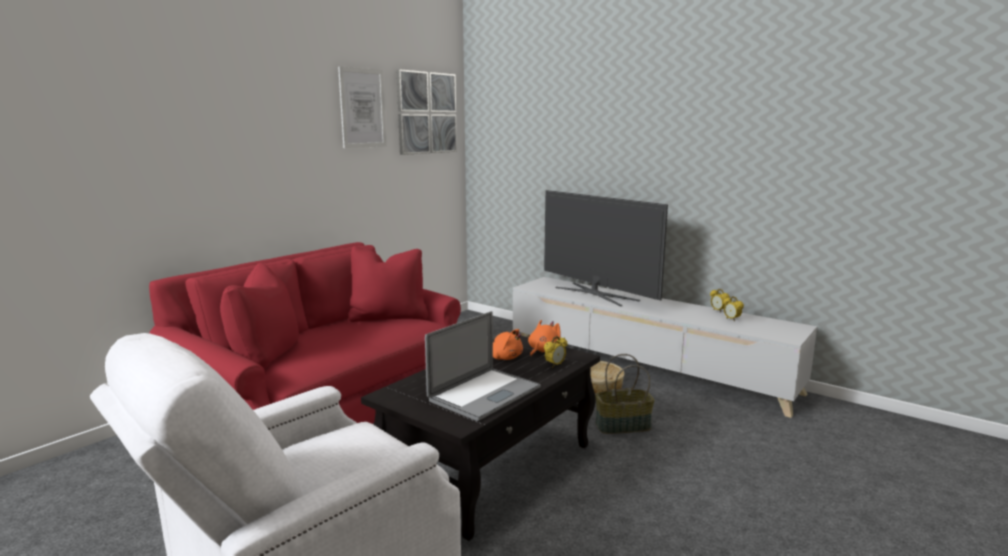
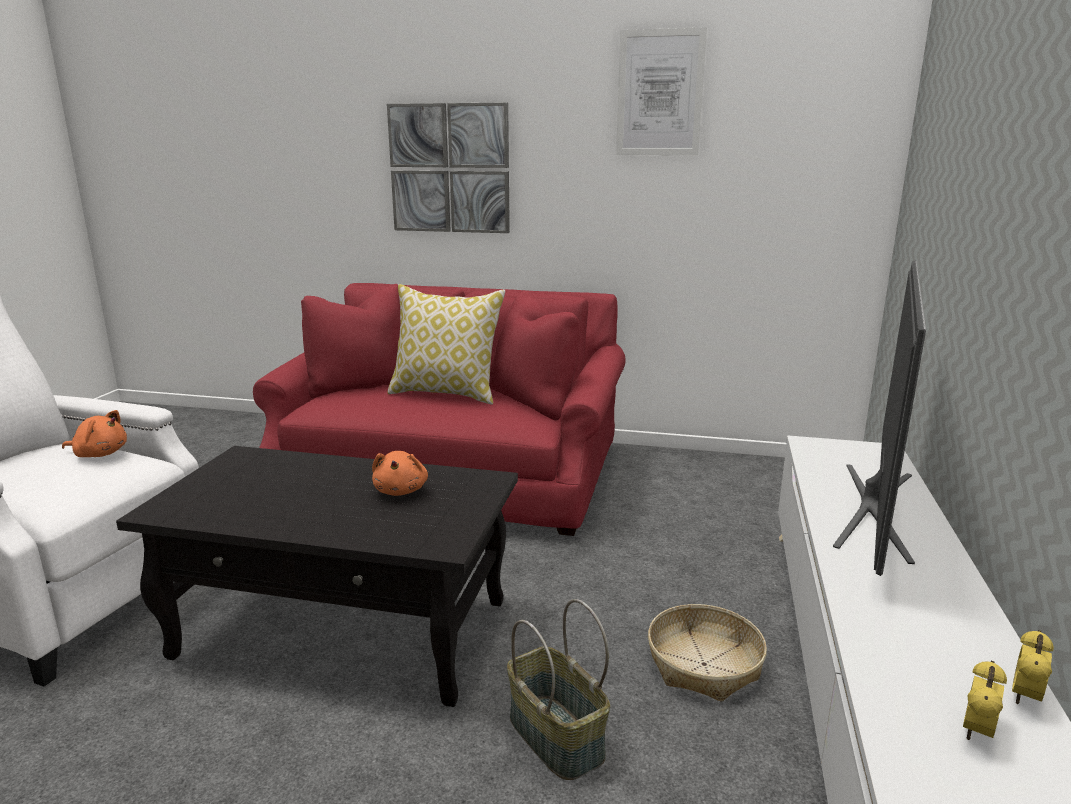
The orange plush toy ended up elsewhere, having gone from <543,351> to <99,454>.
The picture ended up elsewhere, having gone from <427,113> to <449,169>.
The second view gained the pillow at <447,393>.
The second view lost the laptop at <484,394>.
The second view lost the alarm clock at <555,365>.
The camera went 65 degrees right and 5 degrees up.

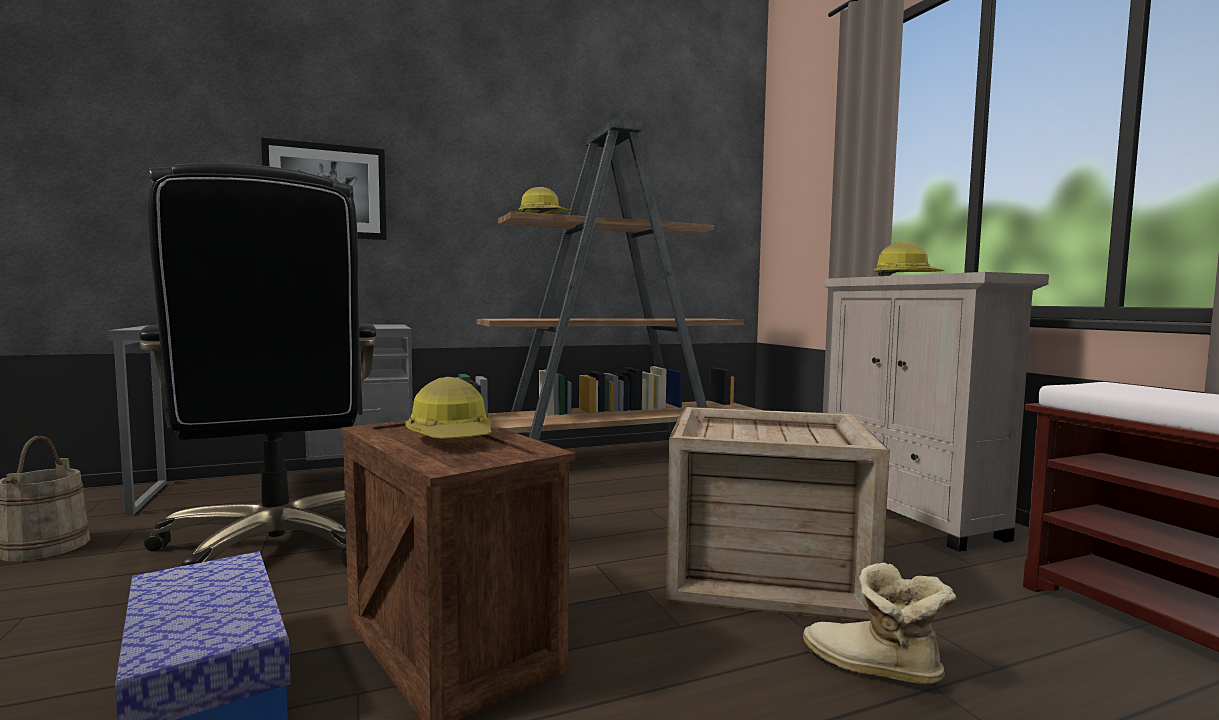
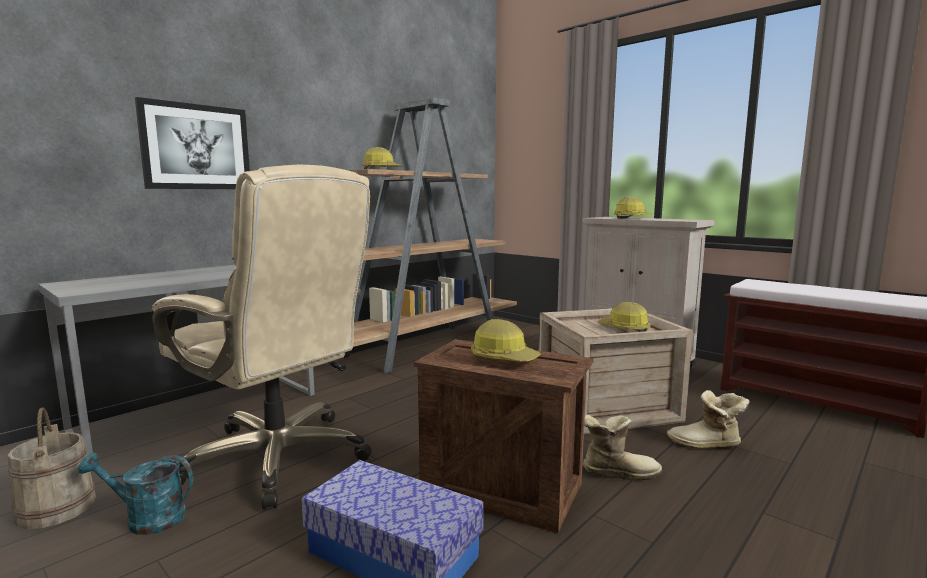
The second view gained the turquoise watering can at <146,519>.
What was the black office chair at <277,544> turned into the beige office chair at <277,457>.
The second view gained the boot at <617,471>.
The second view gained the hard hat at <624,328>.
The camera went 25 degrees left and 5 degrees up.

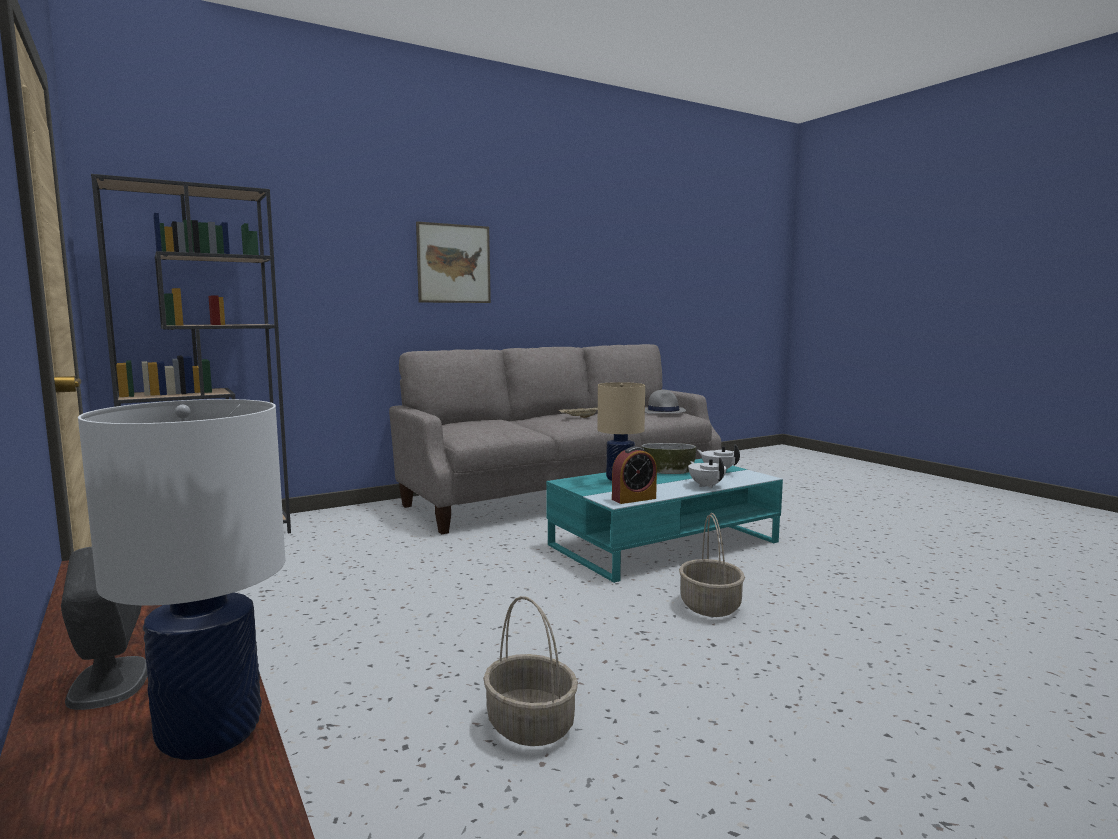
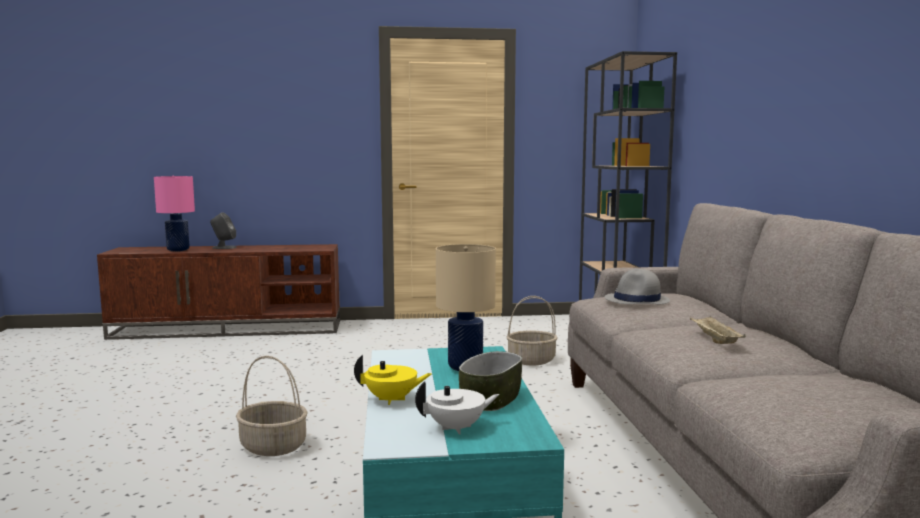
What was the white table lamp at <212,739> turned into the pink table lamp at <178,251>.
What was the white teapot at <706,485> turned into the yellow teapot at <392,400>.
The basket ended up elsewhere, having gone from <529,725> to <531,360>.
The grey hat ended up elsewhere, having gone from <663,411> to <637,300>.
The second view lost the picture at <454,263>.
The second view lost the alarm clock at <634,499>.
The camera went 115 degrees right and 0 degrees up.

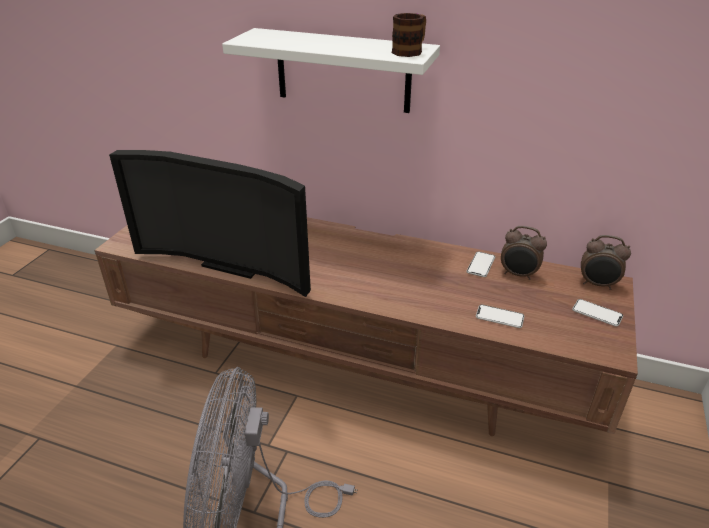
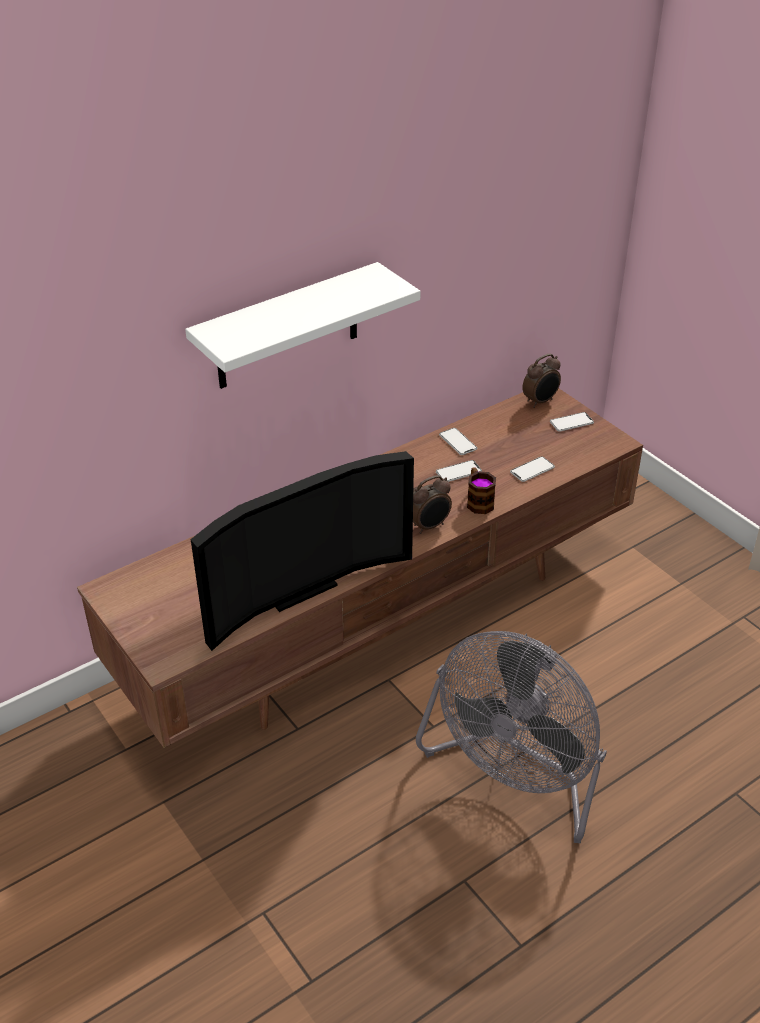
The alarm clock ended up elsewhere, having gone from <518,275> to <429,526>.
The second view gained the phone at <458,472>.
The mug ended up elsewhere, having gone from <410,51> to <478,501>.
The camera went 55 degrees left and 5 degrees up.

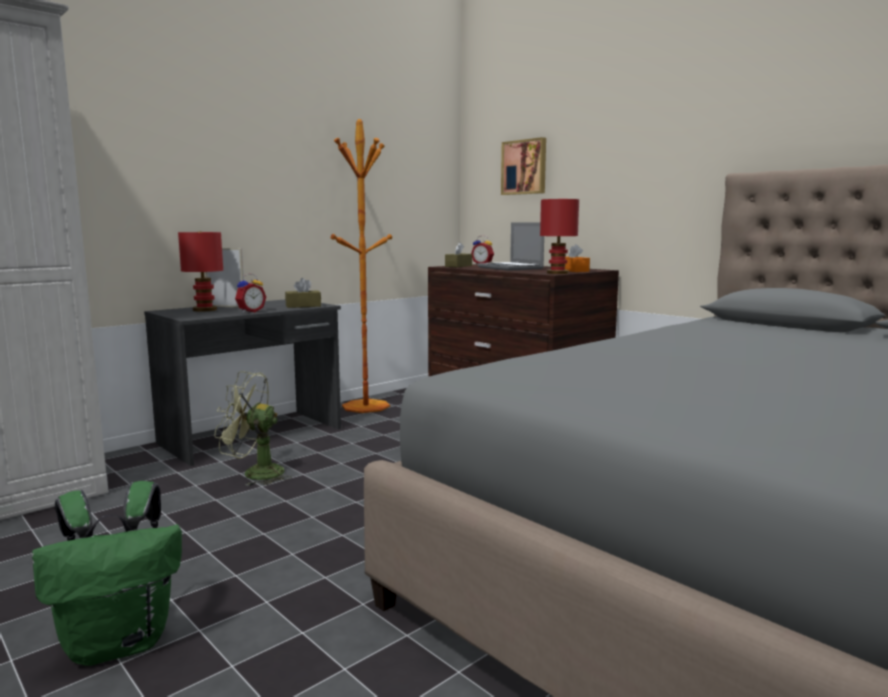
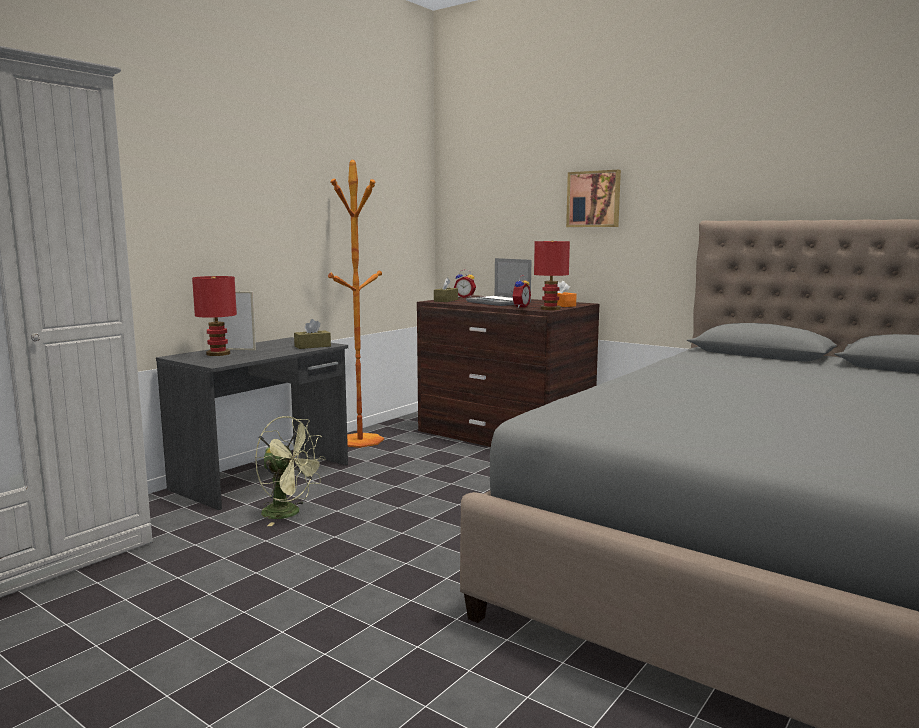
The green fan at <254,474> ended up facing another way, 150 degrees counterclockwise from before.
The alarm clock ended up elsewhere, having gone from <250,311> to <519,307>.
The picture ended up elsewhere, having gone from <524,167> to <594,199>.
The second view lost the green backpack at <120,643>.
The camera went 10 degrees left and 0 degrees up.

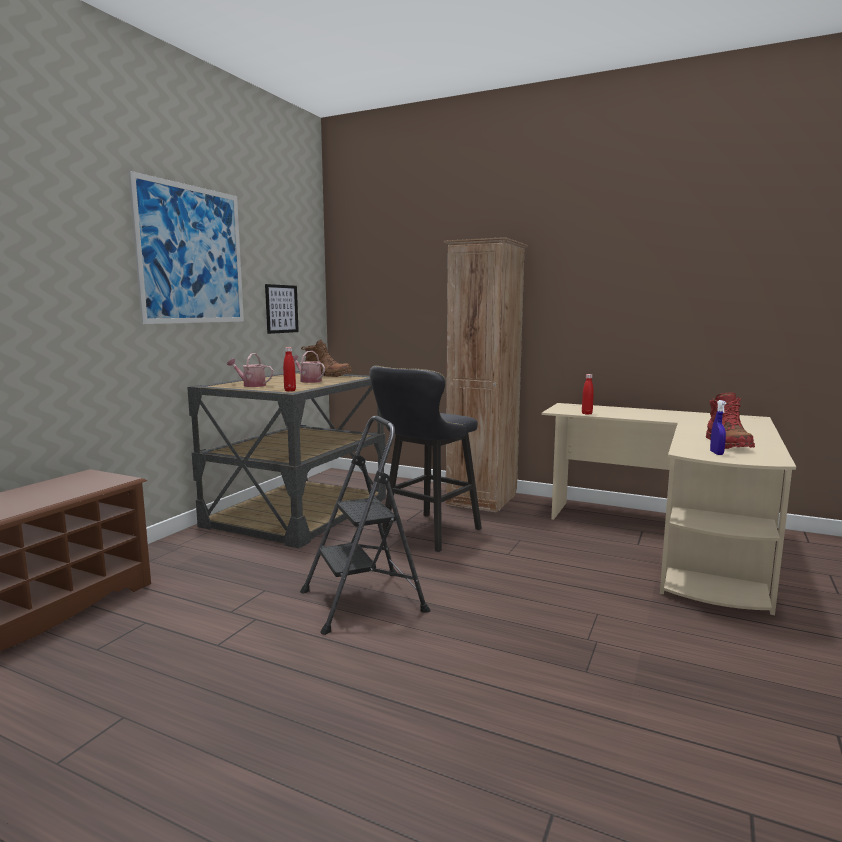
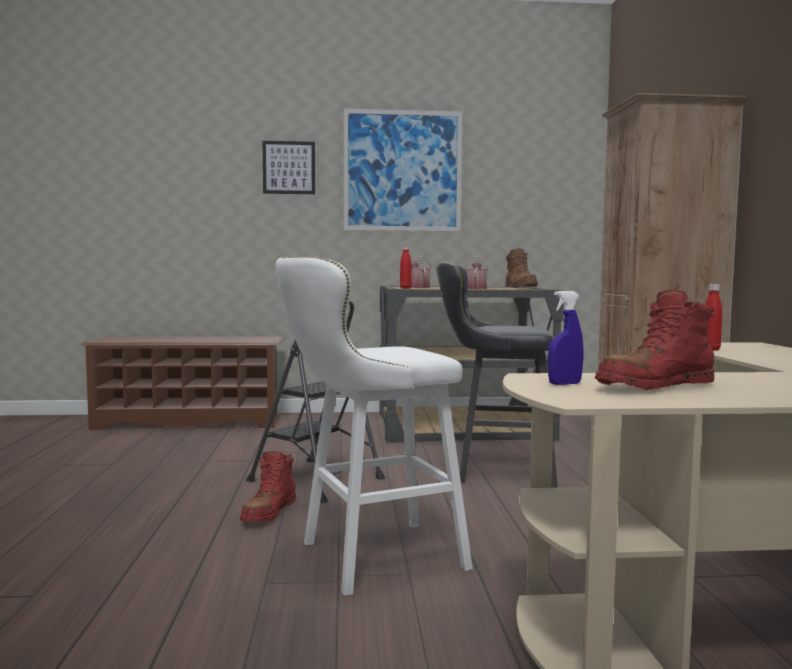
The second view gained the red boot at <269,512>.
The picture ended up elsewhere, having gone from <281,309> to <289,167>.
The second view gained the white stool at <364,559>.
The camera went 60 degrees right and 5 degrees down.

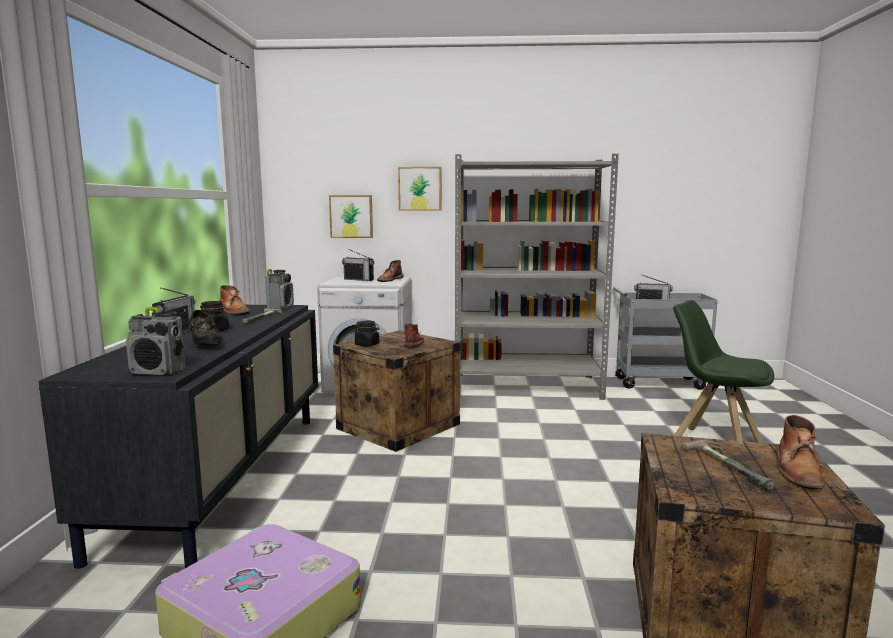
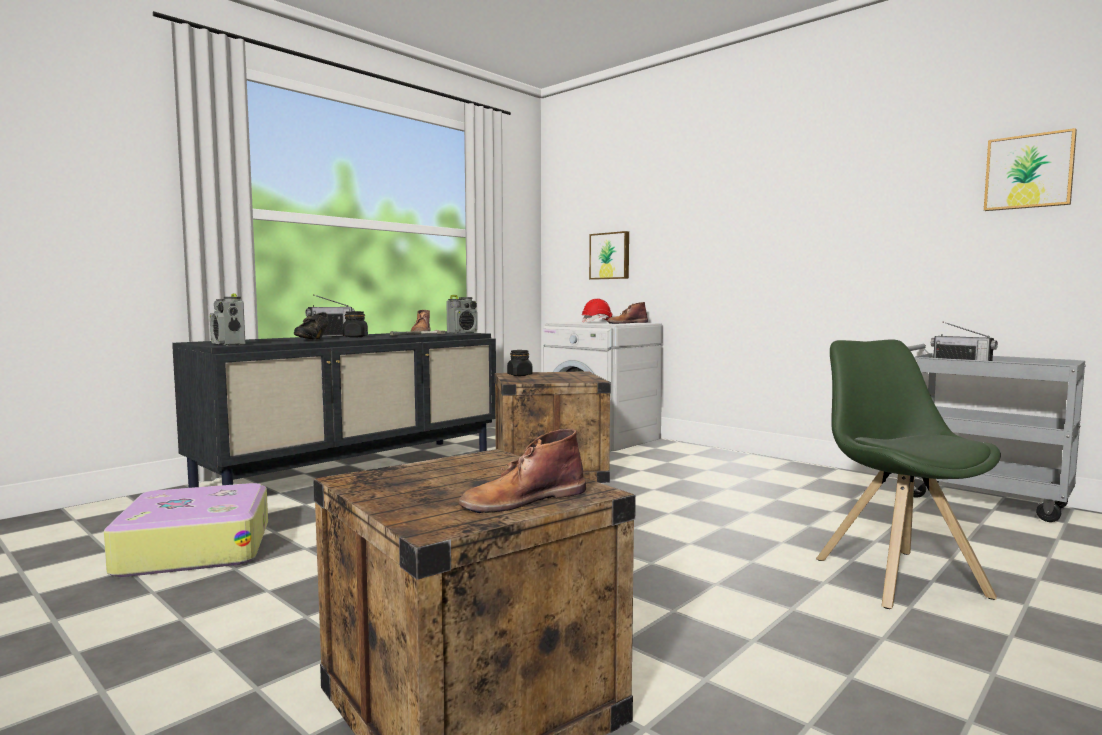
Where the radio stood at <358,279>, the red hard hat came to stand at <598,322>.
The picture ended up elsewhere, having gone from <420,188> to <1029,172>.
The second view lost the brown boot at <413,343>.
The second view lost the grey bookcase at <526,386>.
The second view lost the hammer at <733,465>.
The camera went 40 degrees right and 5 degrees down.

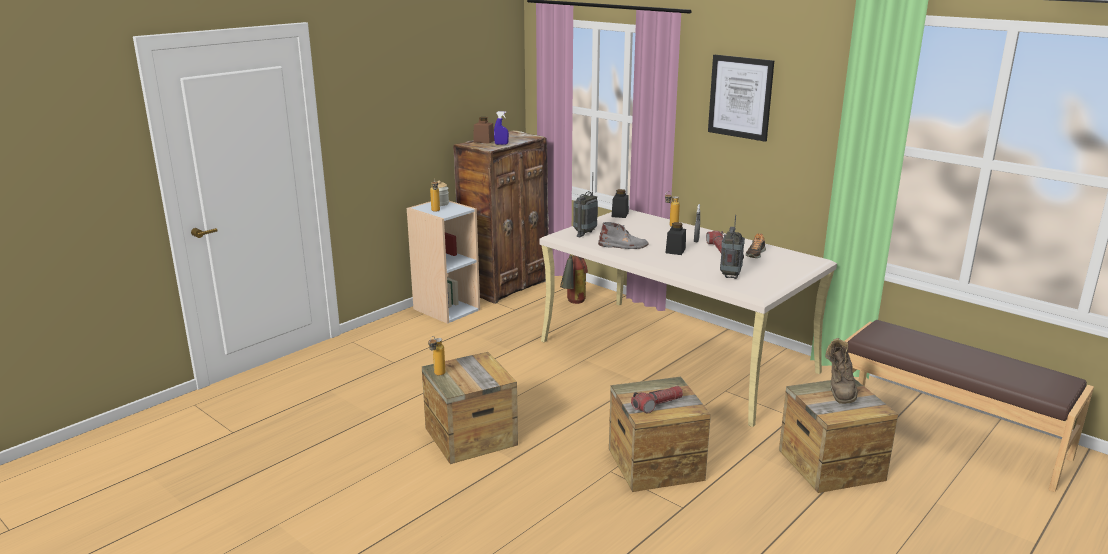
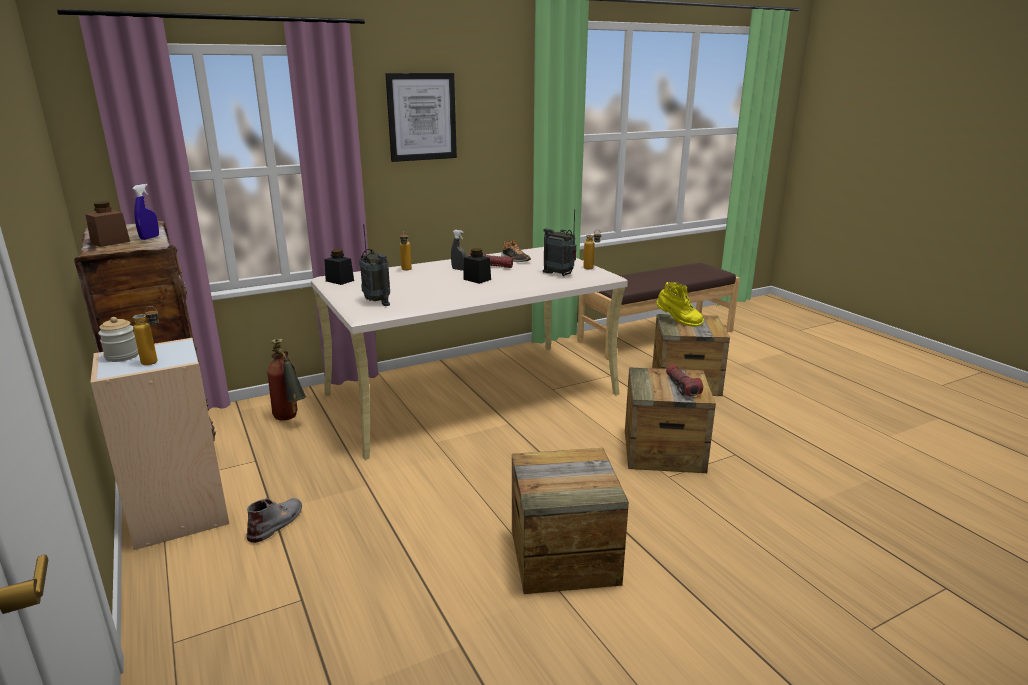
The grey boot ended up elsewhere, having gone from <623,246> to <277,522>.
The bottle ended up elsewhere, having gone from <437,375> to <591,269>.
What was the brown boot at <840,390> turned into the yellow boot at <678,322>.
The camera went 70 degrees left and 0 degrees up.

